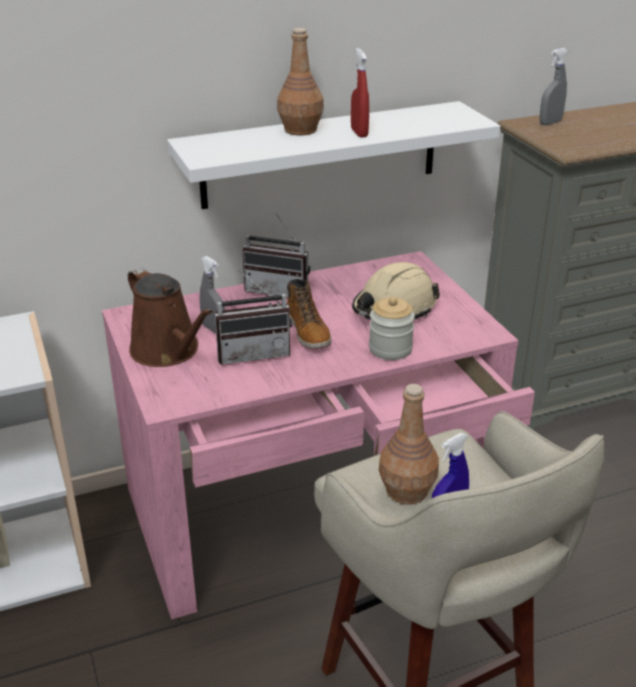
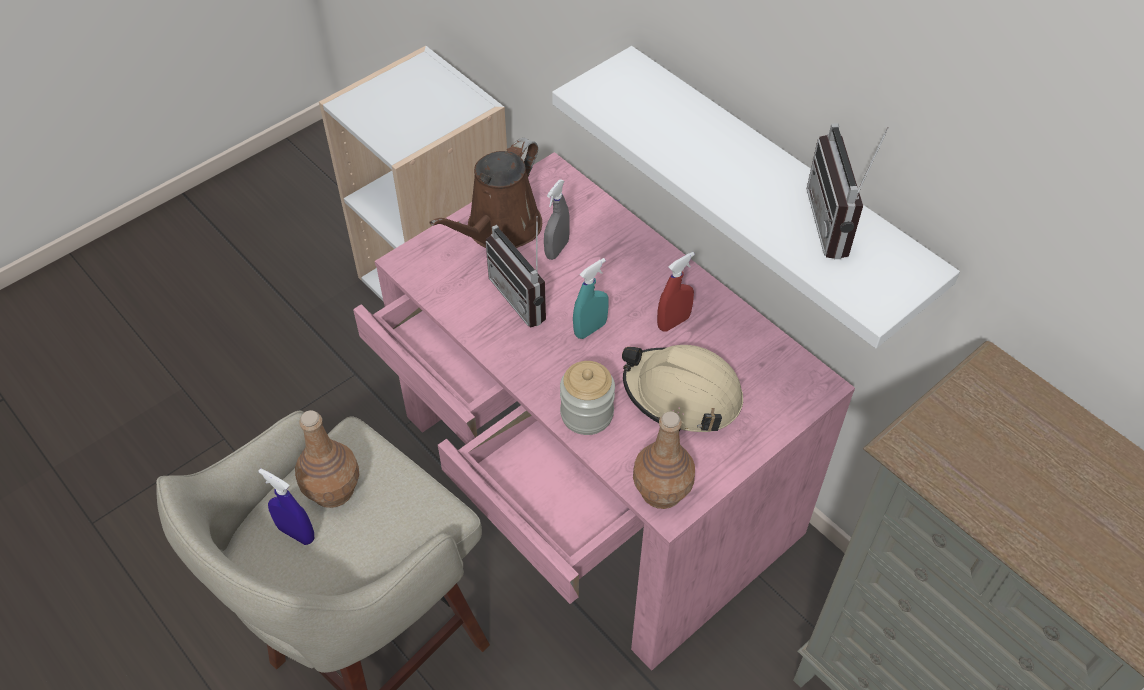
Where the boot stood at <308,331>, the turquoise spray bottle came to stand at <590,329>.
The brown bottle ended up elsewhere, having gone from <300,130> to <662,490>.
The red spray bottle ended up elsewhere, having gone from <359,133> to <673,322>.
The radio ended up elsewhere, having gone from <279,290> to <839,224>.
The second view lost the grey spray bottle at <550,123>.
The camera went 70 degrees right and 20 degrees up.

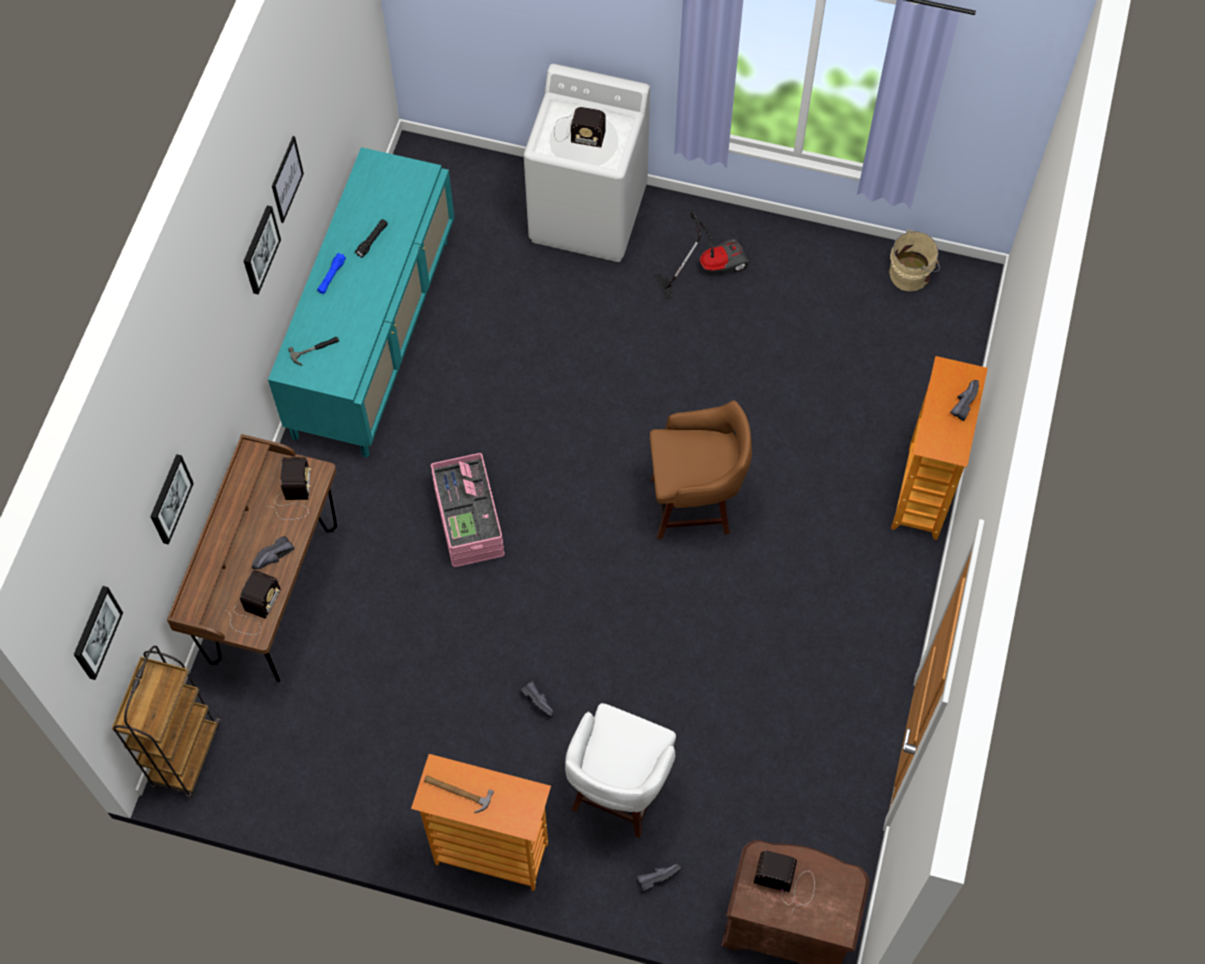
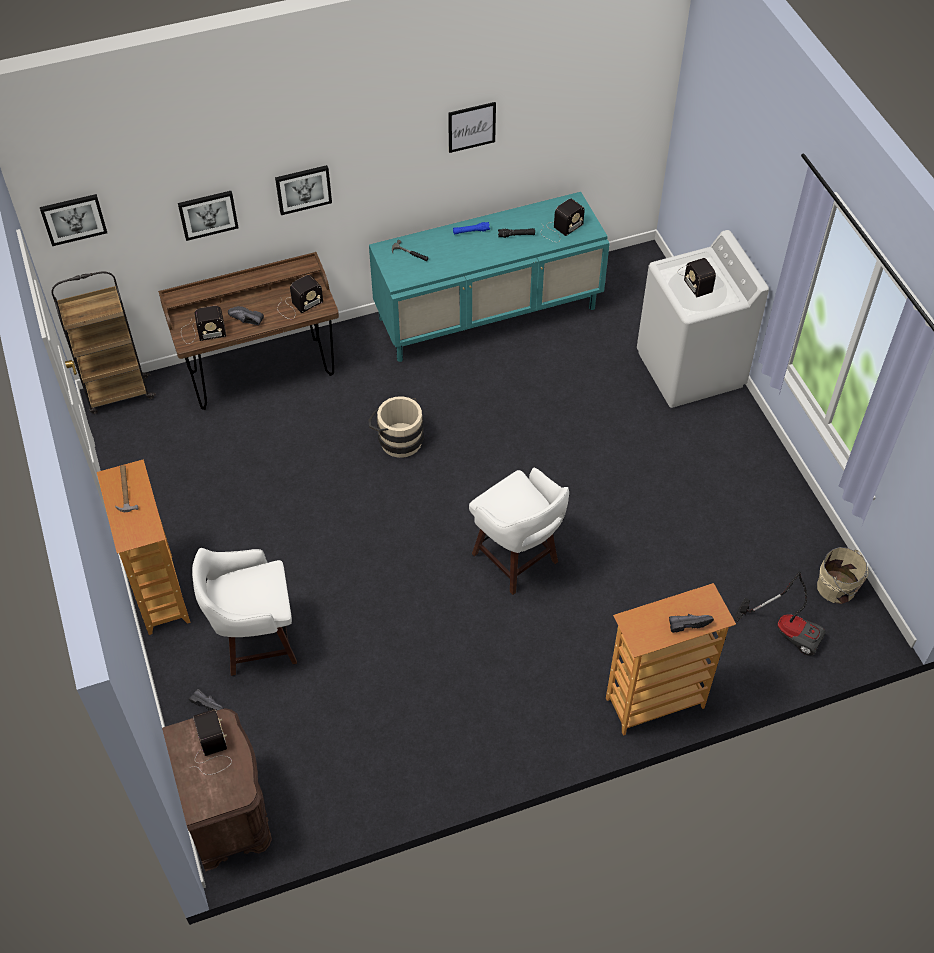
The picture ended up elsewhere, having gone from <260,249> to <303,189>.
Where the pink storage box stood at <467,519>, the beige bucket came to stand at <397,438>.
What was the brown stool at <694,506> turned into the white stool at <517,561>.
The second view gained the radio at <560,229>.
The vacuum cleaner ended up elsewhere, having gone from <708,266> to <787,629>.
The second view lost the black shoe at <539,701>.
The camera went 55 degrees right and 10 degrees down.

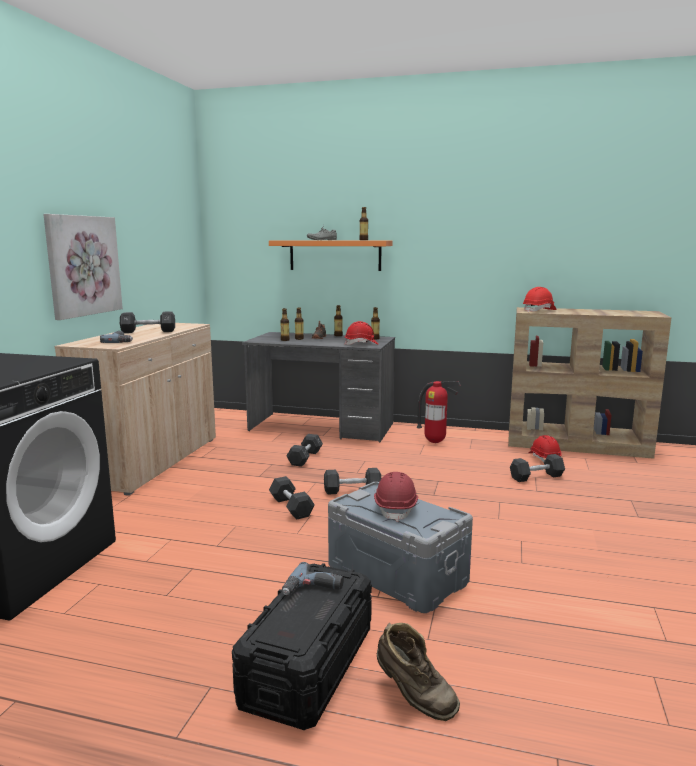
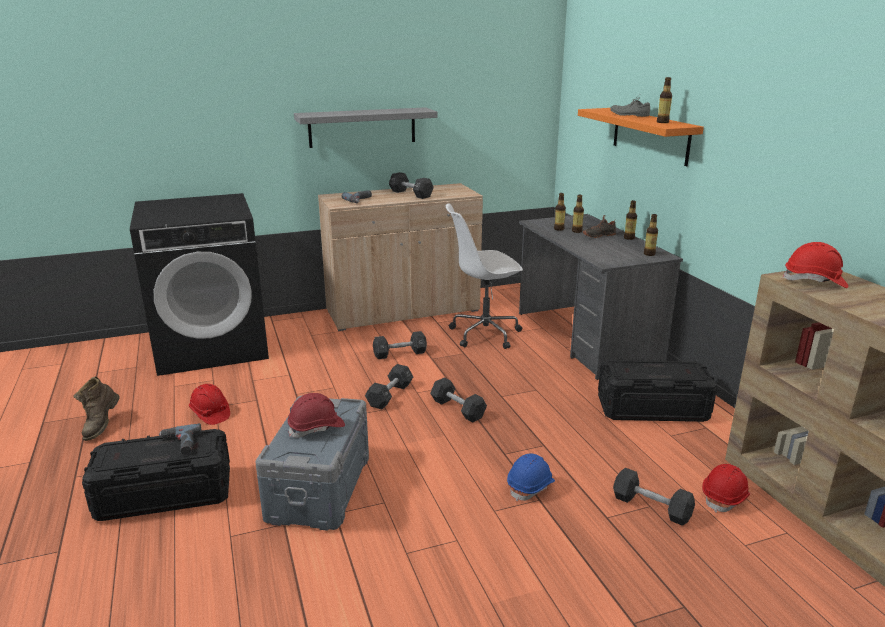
The brown boot ended up elsewhere, having gone from <413,698> to <101,426>.
The red hard hat ended up elsewhere, having gone from <361,344> to <210,414>.
Where the picture hung at <83,265>, the grey shelf came to hang at <362,127>.
The black dumbbell ended up elsewhere, having gone from <305,458> to <400,353>.
The second view gained the white office chair at <483,334>.
The second view gained the blue hard hat at <531,487>.
Where the fire extinguisher stood at <435,442>, the black storage box came to stand at <652,409>.
The camera went 55 degrees right and 10 degrees up.

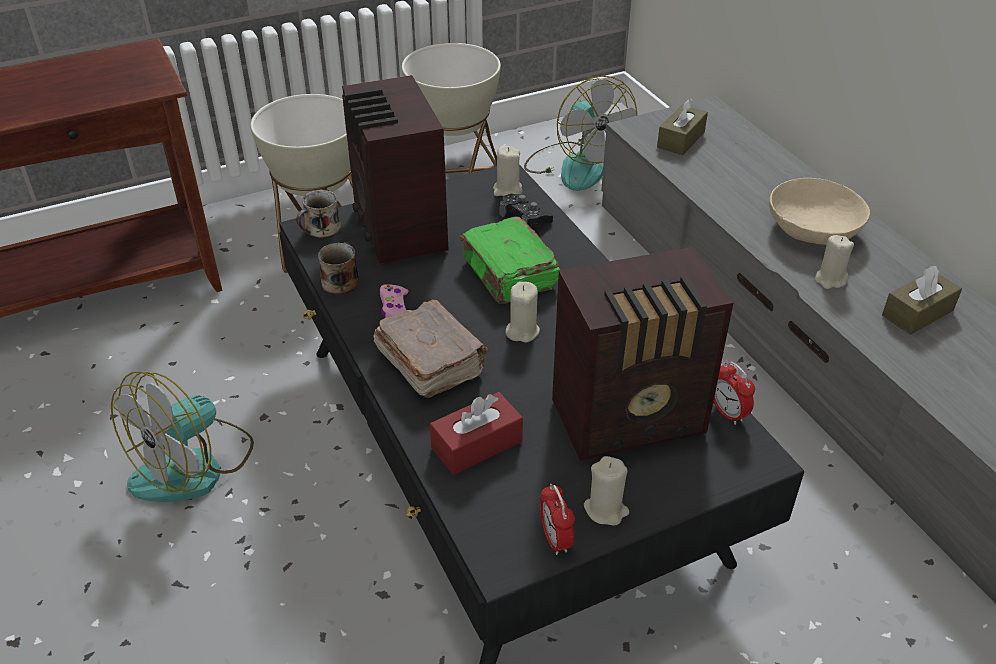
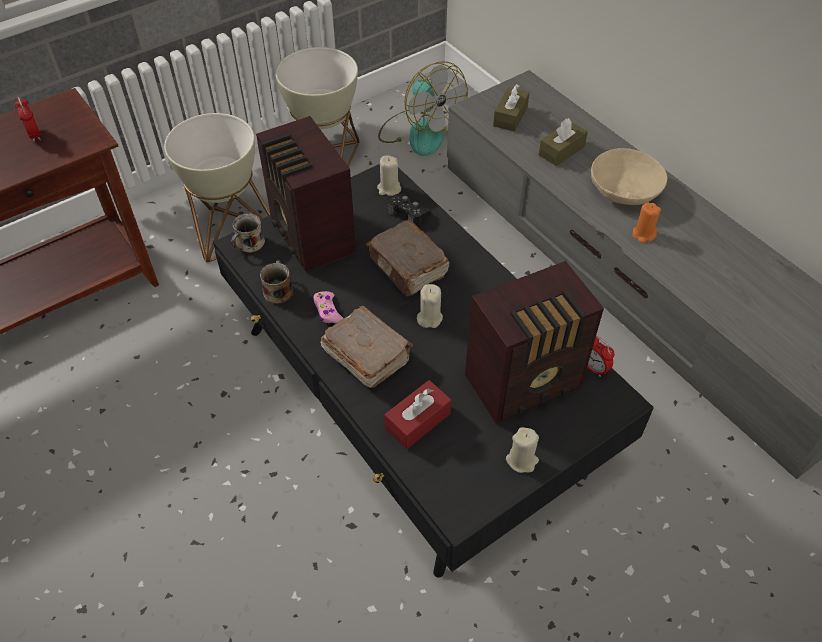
The alarm clock ended up elsewhere, having gone from <555,539> to <35,135>.
What was the green book at <509,274> turned into the brown book at <408,268>.
The brown tissue box ended up elsewhere, having gone from <917,313> to <561,151>.
What was the beige candle at <830,280> turned into the orange candle at <643,234>.
The second view lost the fan at <194,466>.
The camera went 10 degrees left and 10 degrees up.

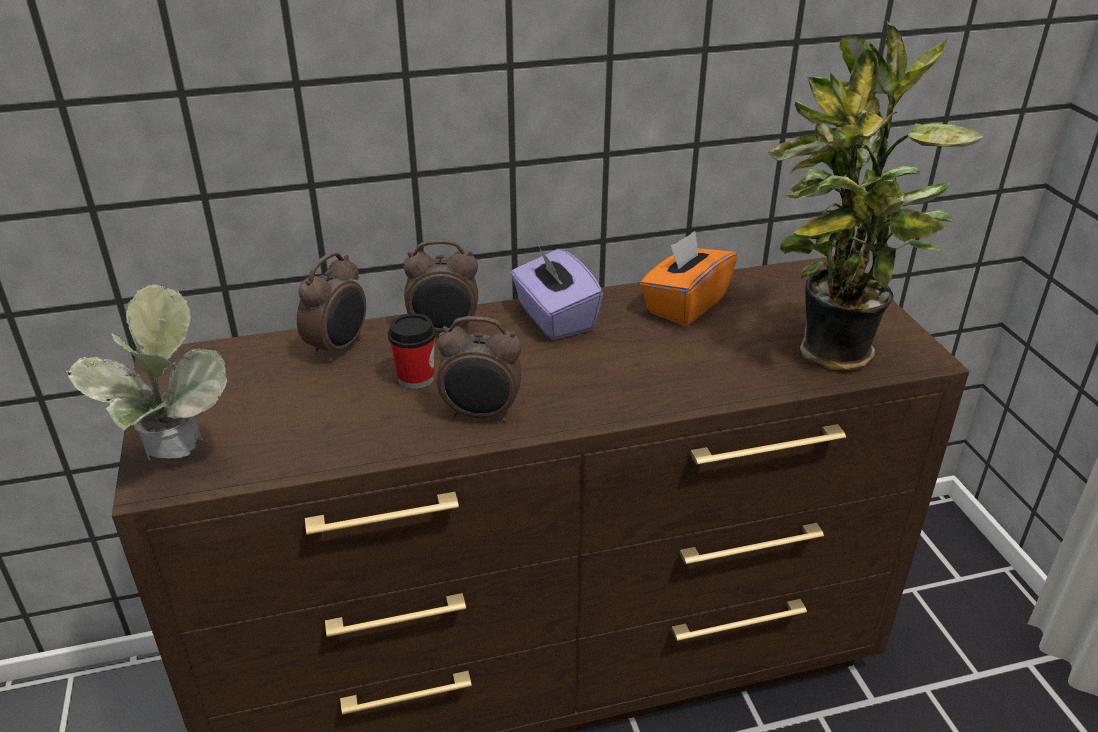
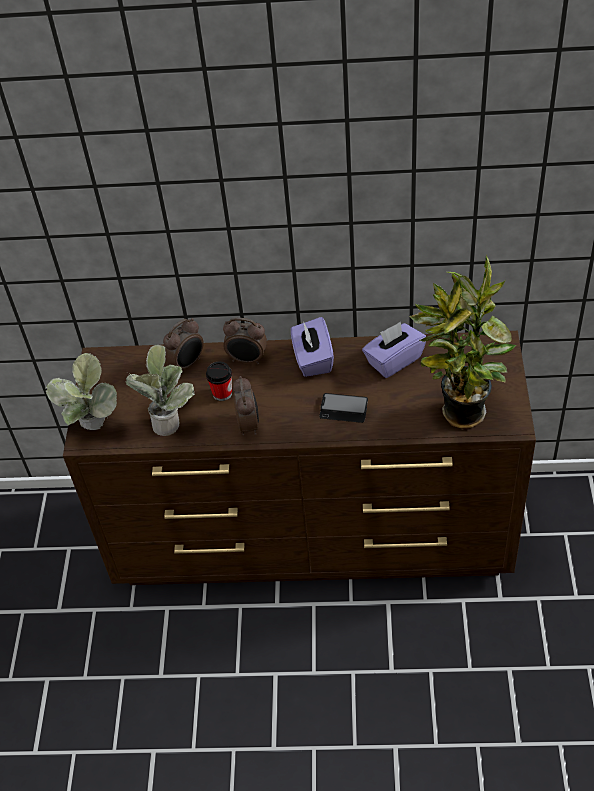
The second view gained the potted plant at <168,419>.
The alarm clock at <481,415> ended up facing another way, 120 degrees counterclockwise from before.
The second view gained the phone at <343,409>.
What was the orange tissue box at <685,305> turned into the purple tissue box at <394,360>.
The camera went 20 degrees right and 15 degrees up.

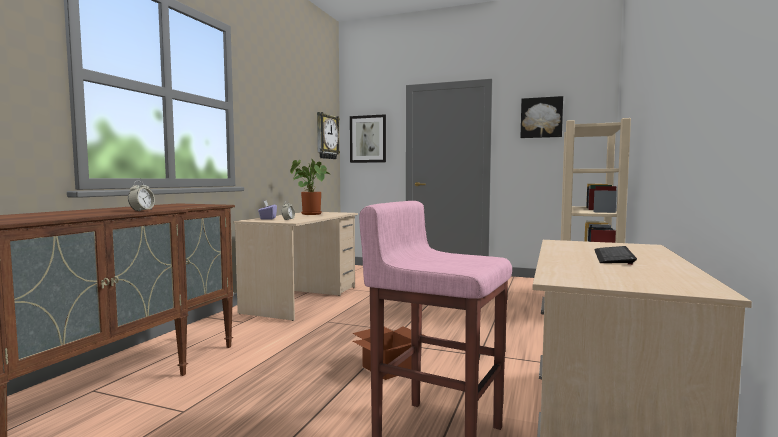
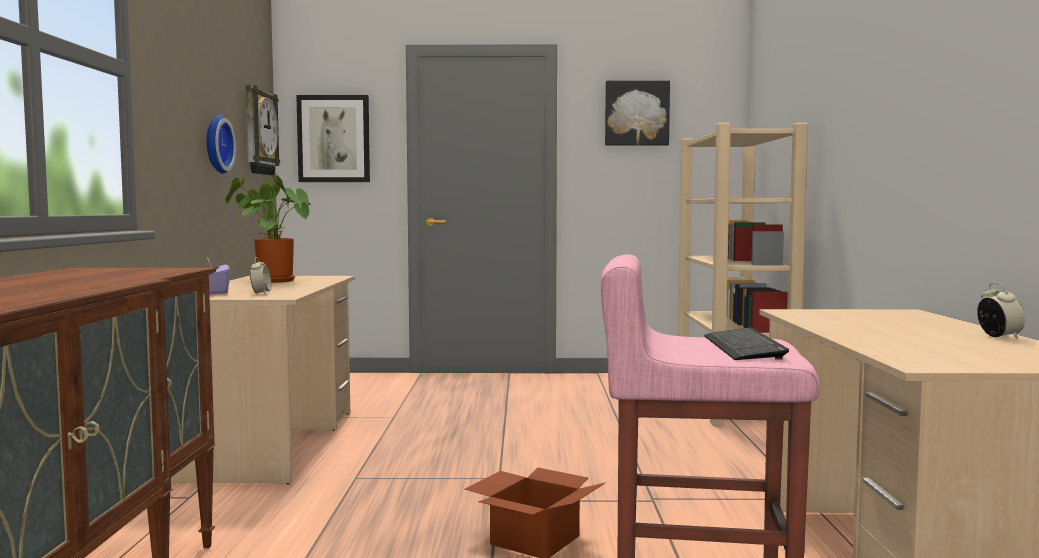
The second view gained the wall clock at <215,144>.
The keyboard ended up elsewhere, having gone from <613,257> to <743,347>.
The alarm clock ended up elsewhere, having gone from <142,211> to <999,336>.
The camera went 20 degrees left and 0 degrees up.

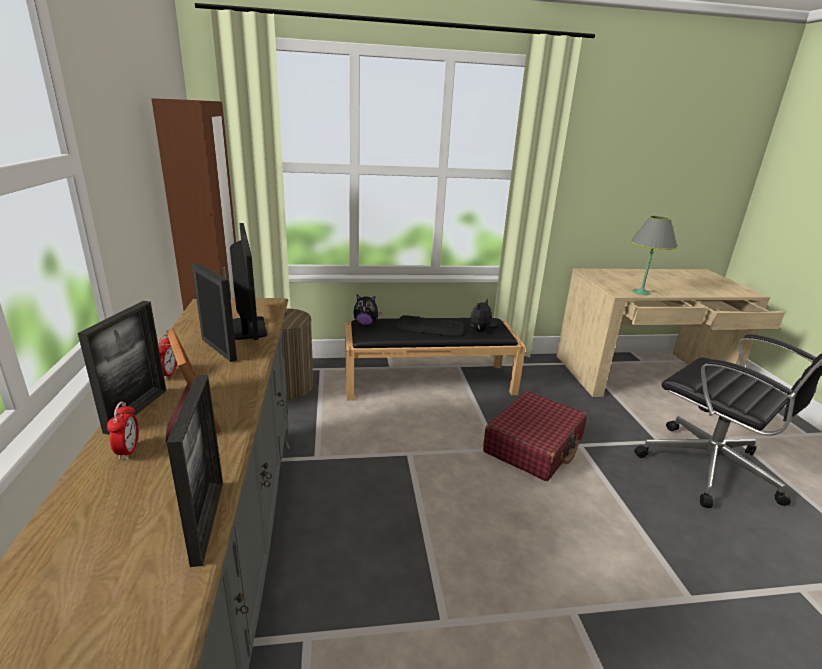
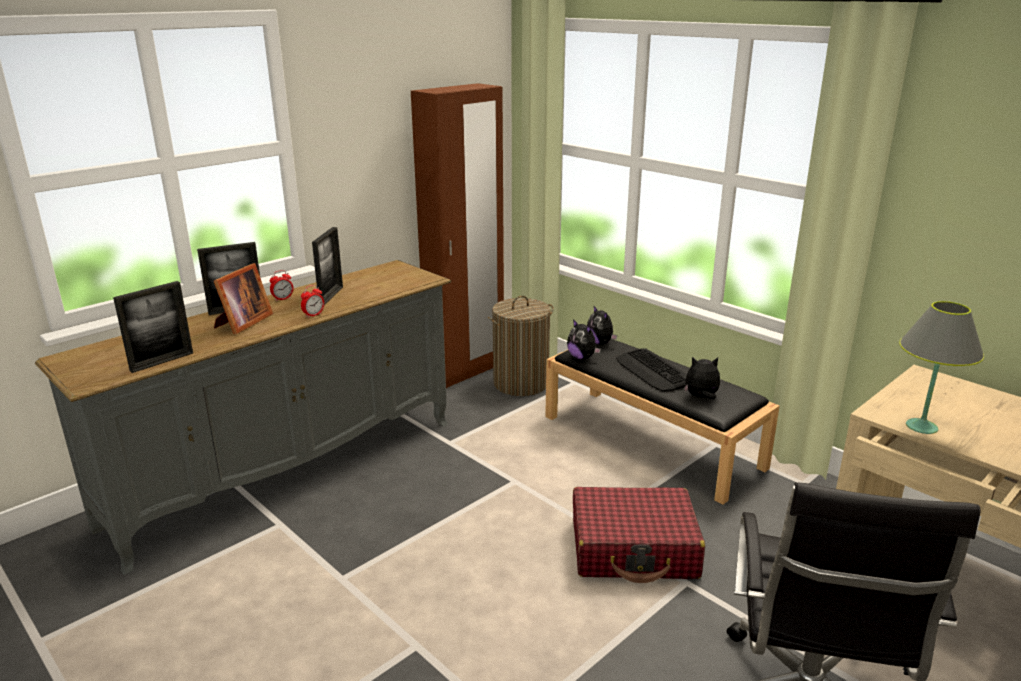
The alarm clock ended up elsewhere, having gone from <128,451> to <313,315>.
The second view gained the plush toy at <582,357>.
The second view lost the monitor at <248,328>.
The camera went 55 degrees right and 0 degrees up.

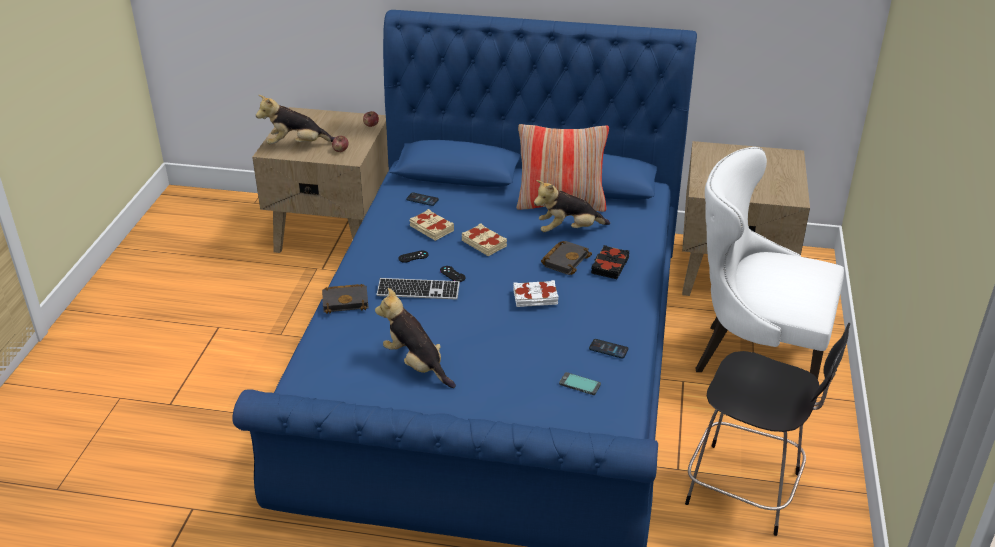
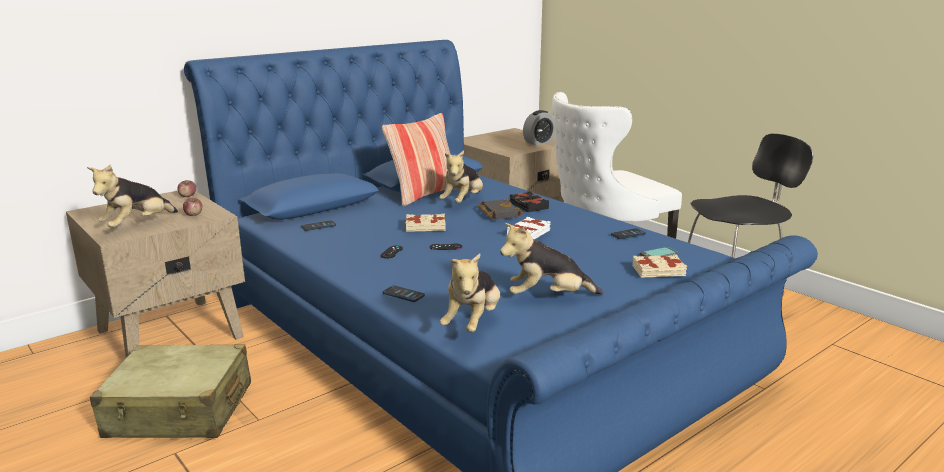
The second view gained the beige suitcase at <180,411>.
Where the black book stood at <346,301>, the phone came to stand at <403,294>.
The second view gained the plush toy at <473,323>.
The second view gained the alarm clock at <539,142>.
The beige book ended up elsewhere, having gone from <431,229> to <659,271>.
The second view lost the keyboard at <418,291>.
The camera went 50 degrees left and 15 degrees down.

